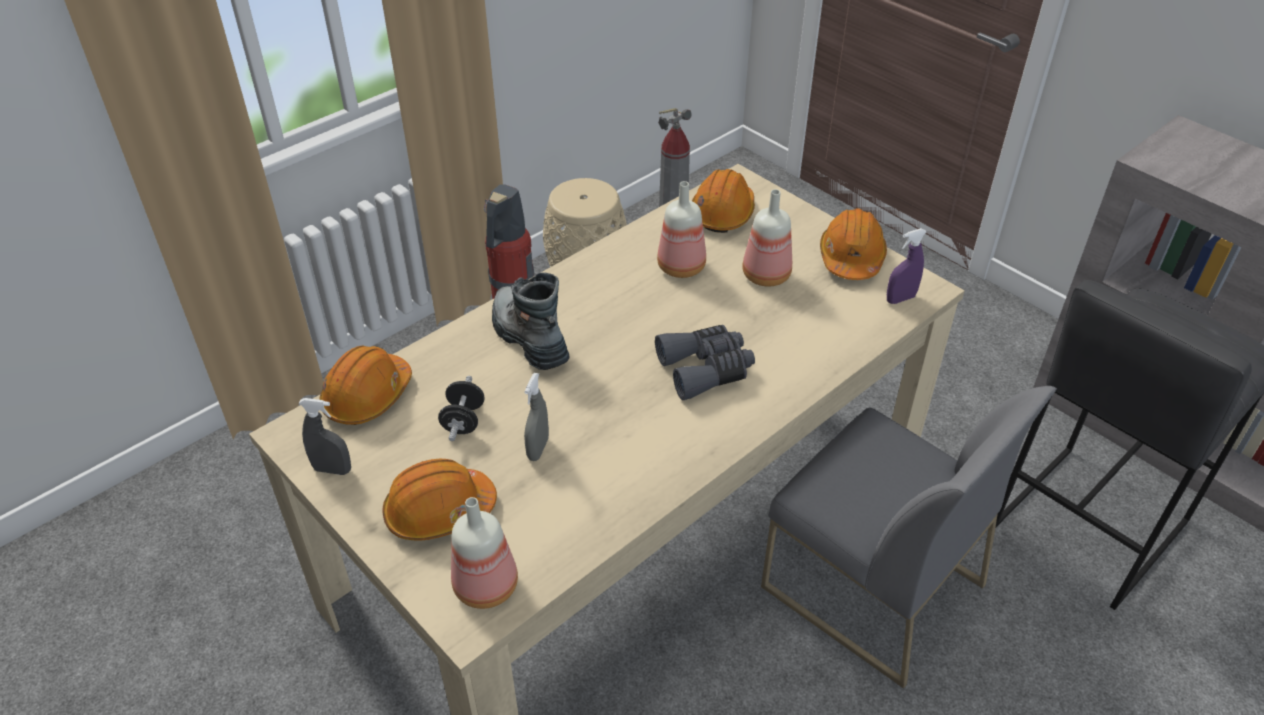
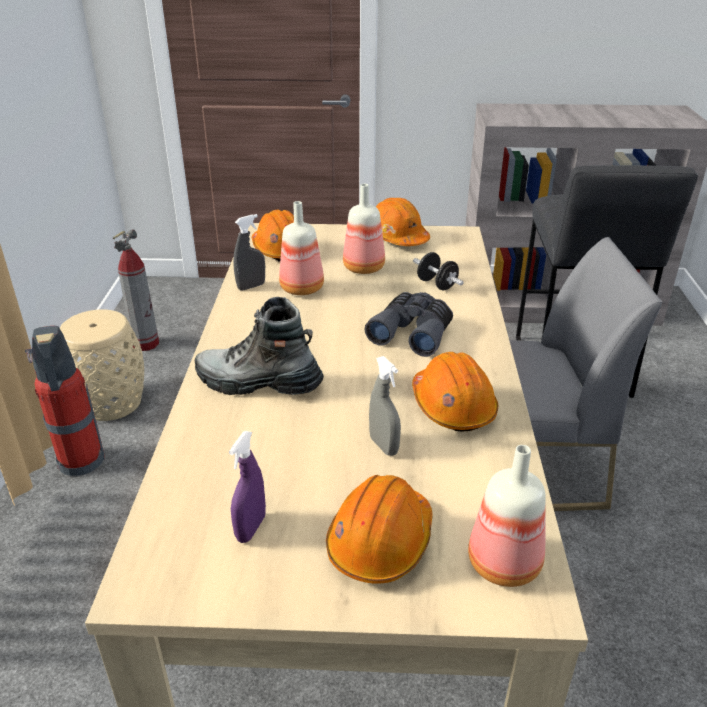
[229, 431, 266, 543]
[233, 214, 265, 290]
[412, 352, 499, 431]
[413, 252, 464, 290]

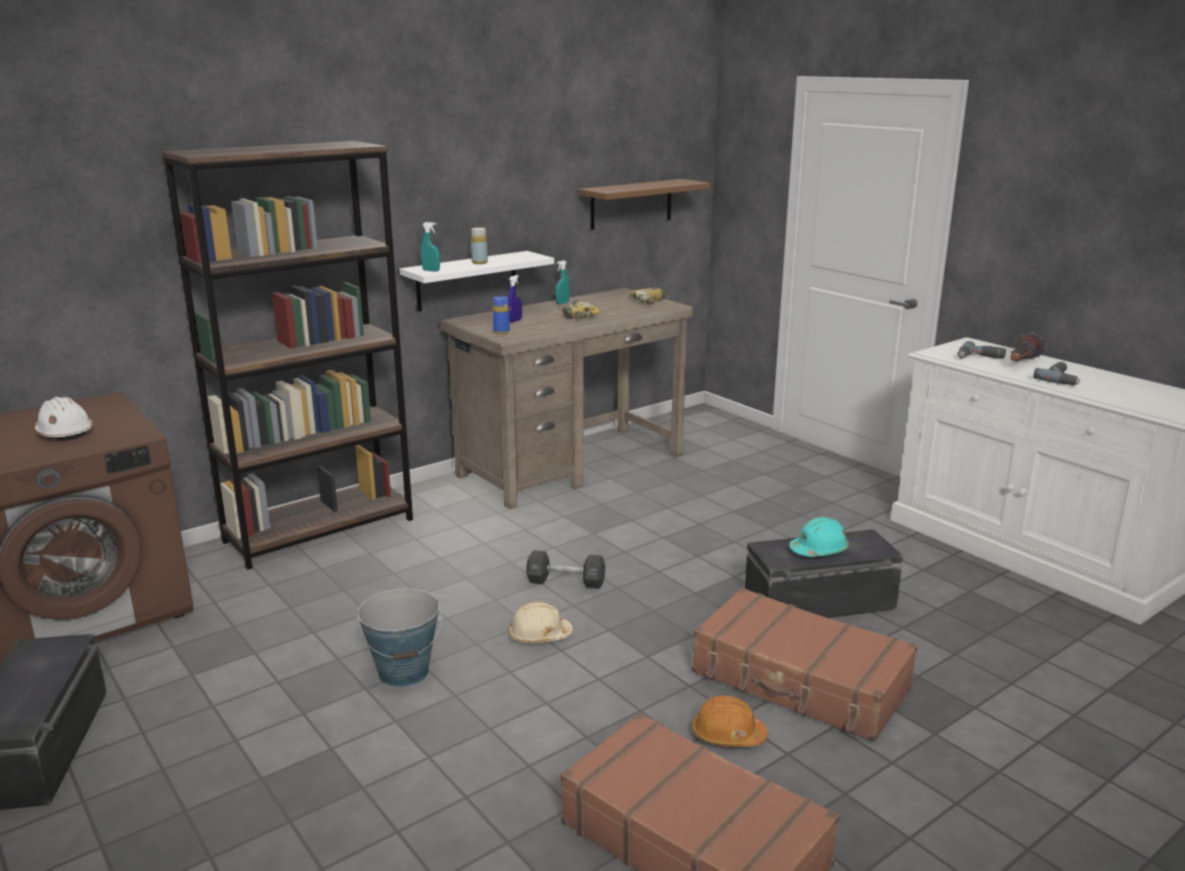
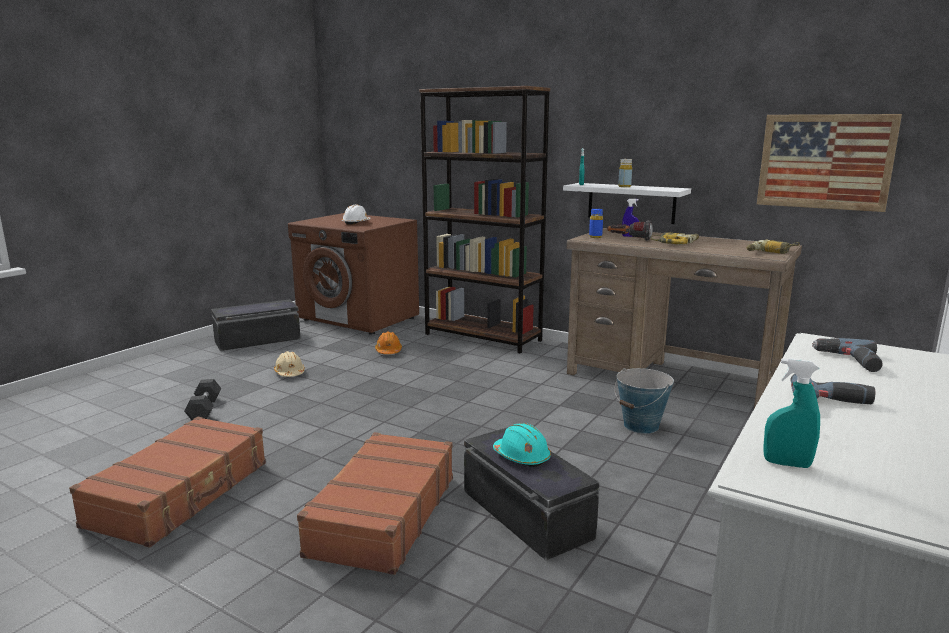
[184, 379, 221, 420]
[274, 351, 305, 377]
[375, 331, 402, 354]
[607, 220, 653, 241]
[615, 368, 674, 434]
[757, 114, 902, 212]
[763, 358, 820, 468]

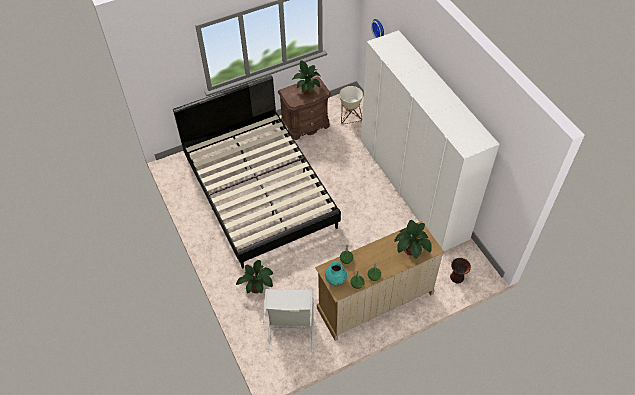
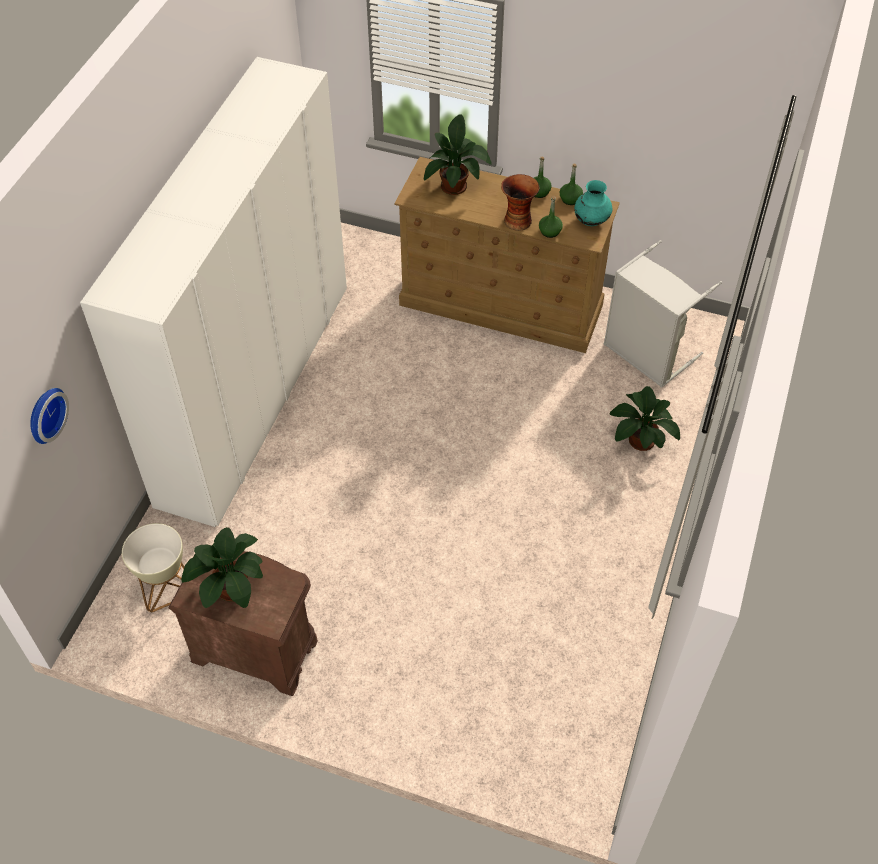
[501, 174, 540, 231]
[173, 75, 341, 268] (first image)

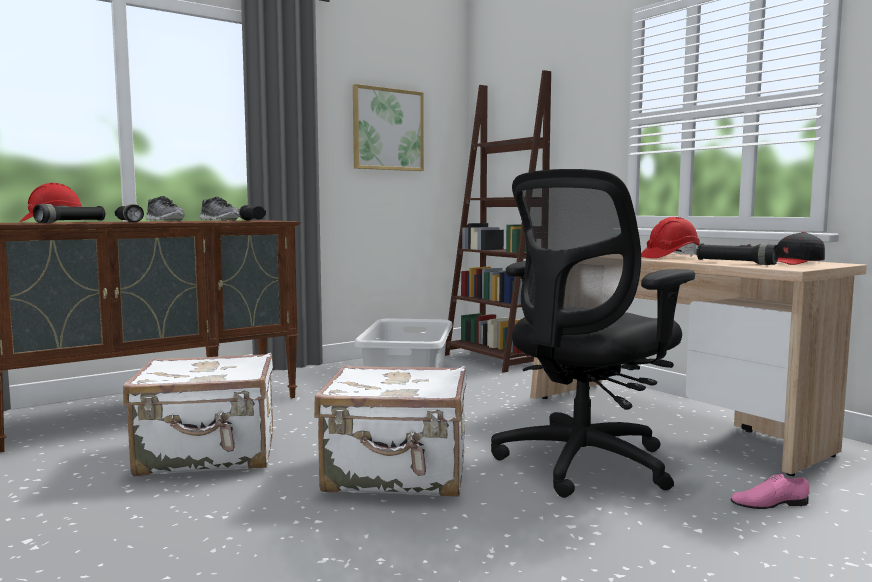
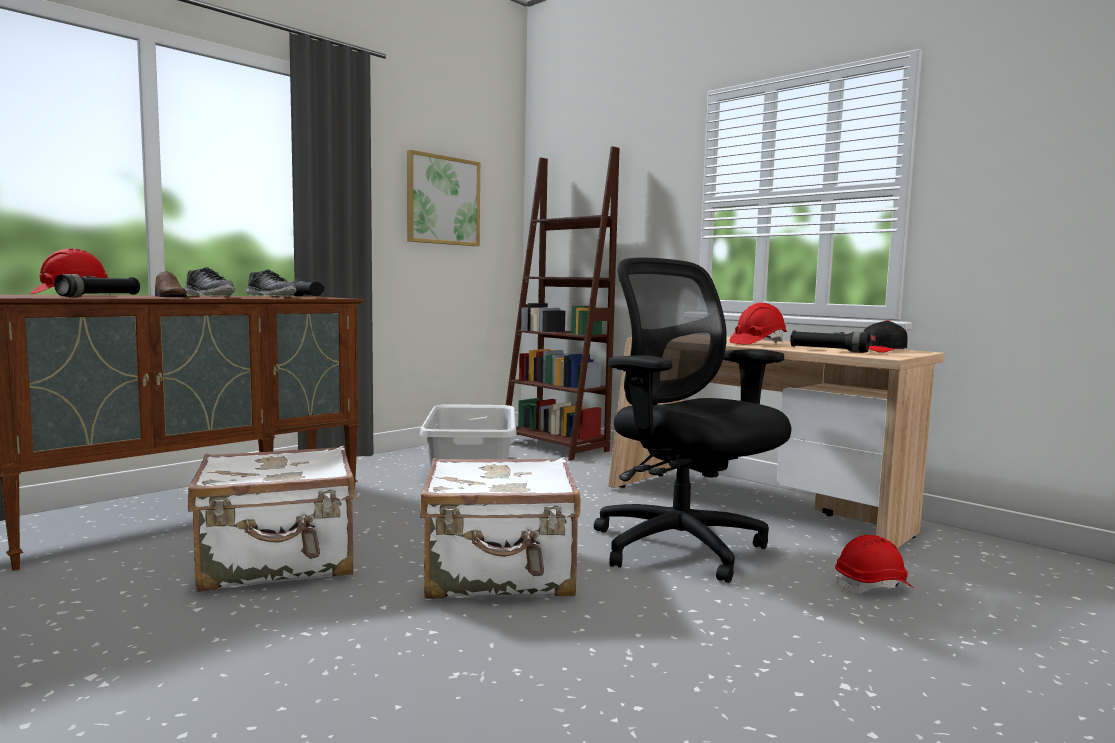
[155, 271, 187, 297]
[594, 258, 791, 583]
[835, 535, 914, 593]

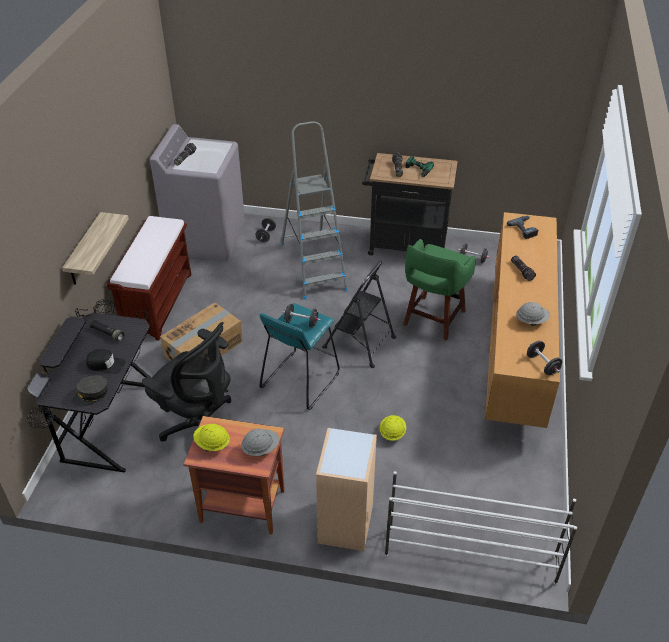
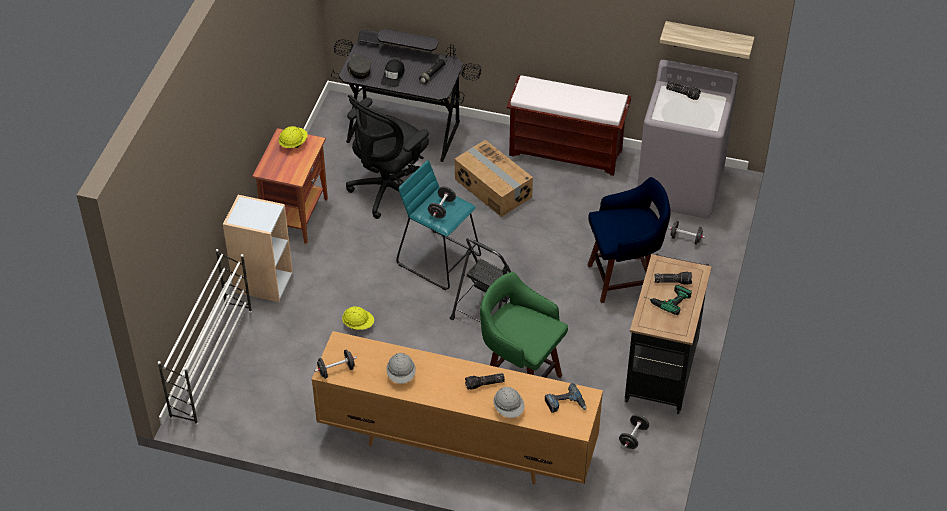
[493, 387, 524, 418]
[587, 177, 671, 303]
[660, 21, 755, 59]

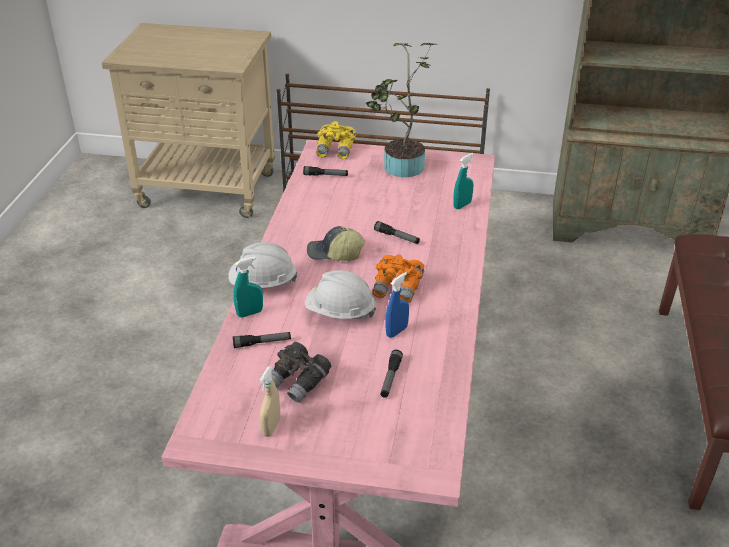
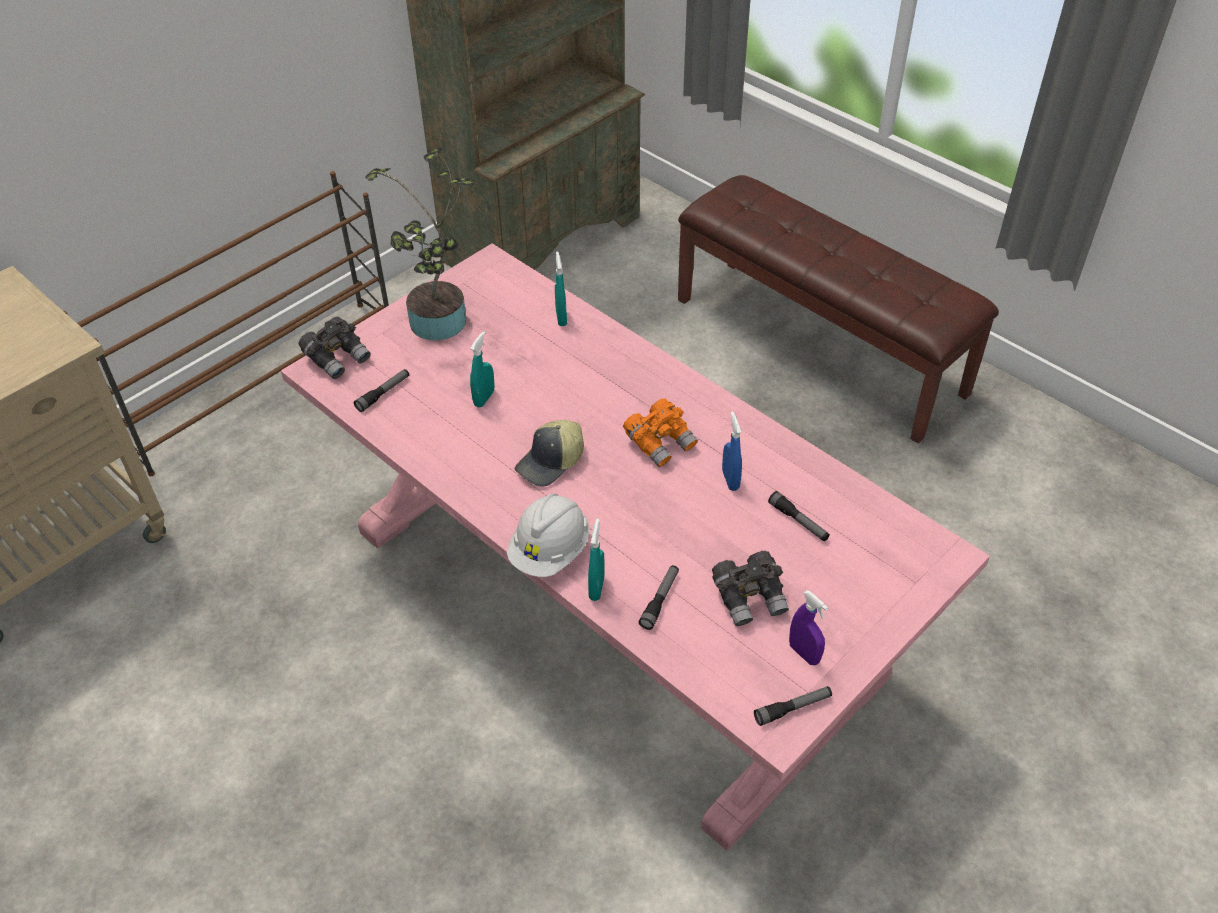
[298, 317, 371, 379]
[470, 331, 495, 408]
[754, 686, 832, 726]
[789, 590, 828, 665]
[305, 270, 376, 319] (first image)

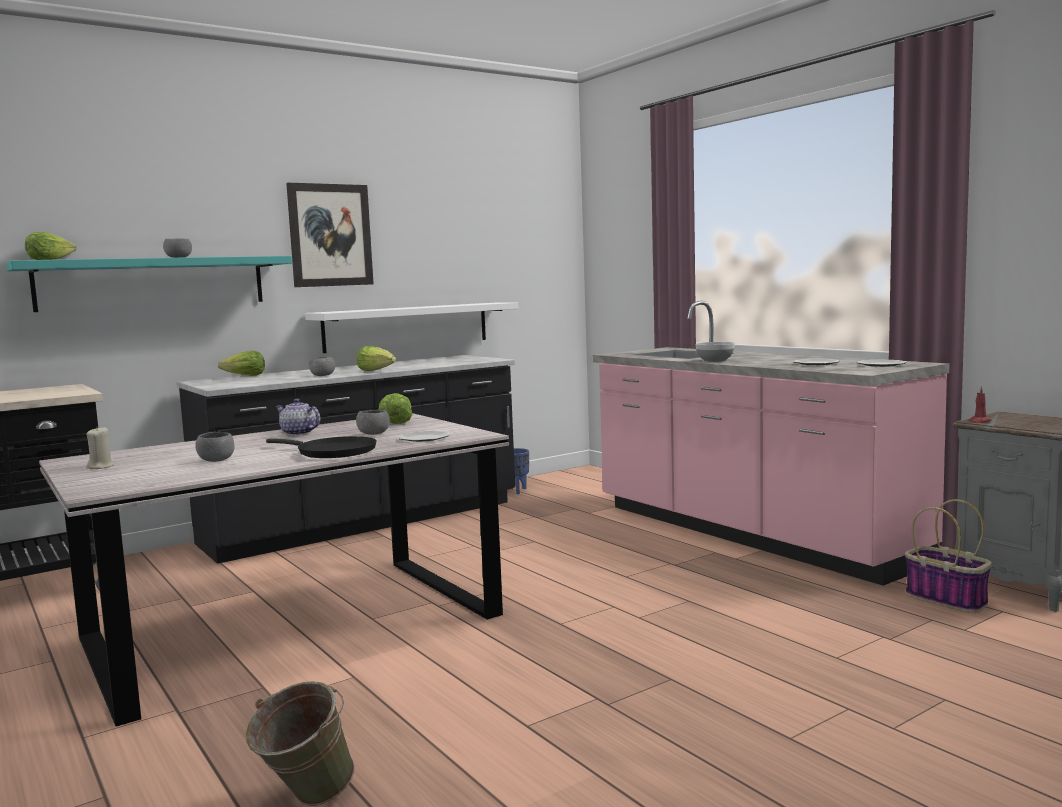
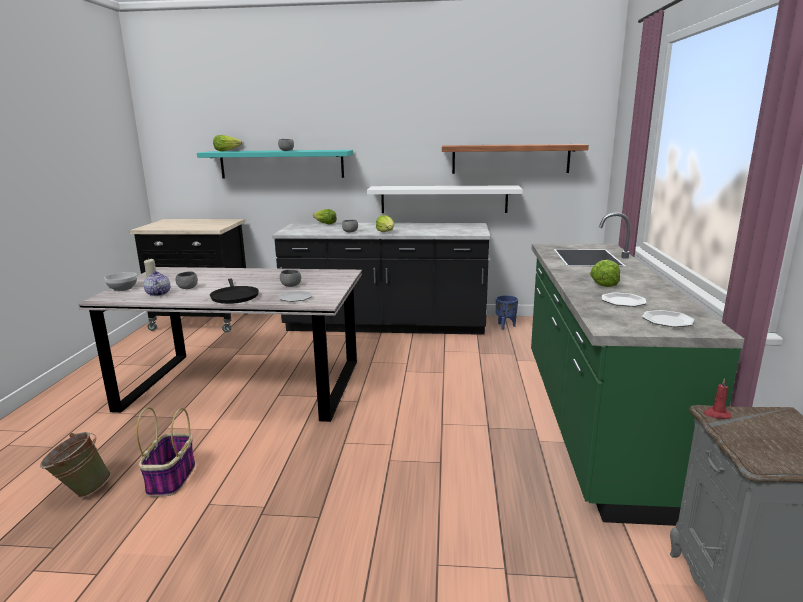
[105, 272, 137, 291]
[136, 407, 195, 497]
[144, 271, 170, 296]
[442, 144, 589, 174]
[531, 213, 744, 526]
[590, 260, 620, 287]
[286, 183, 374, 287] (first image)

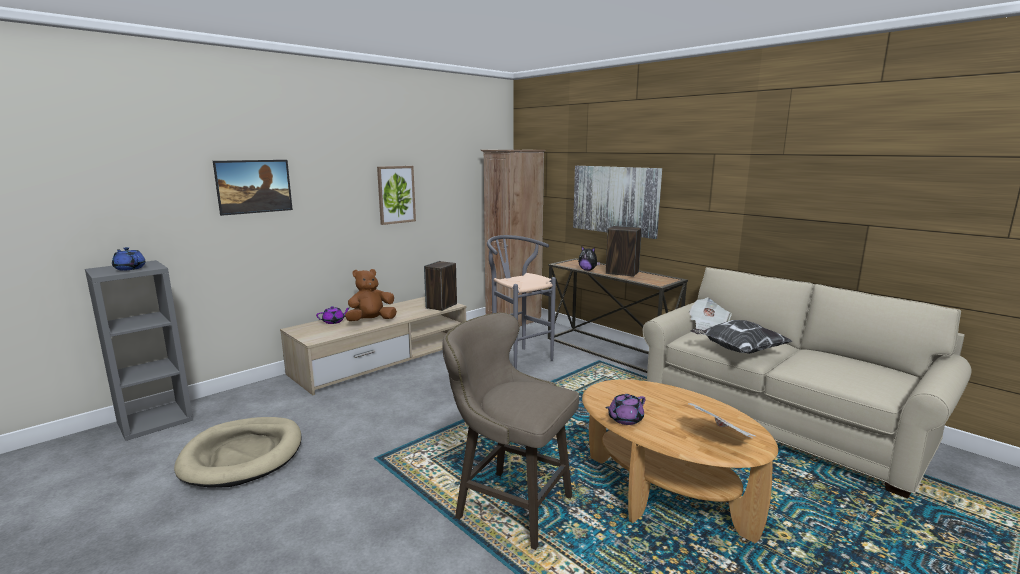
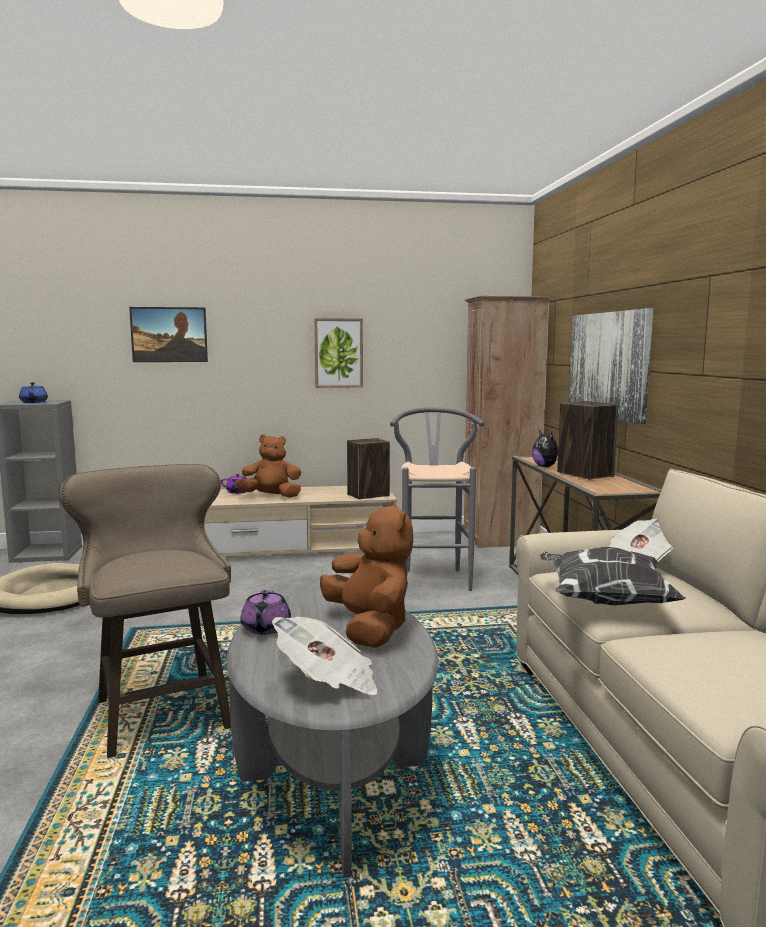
[227, 590, 439, 878]
[240, 590, 291, 635]
[320, 501, 413, 648]

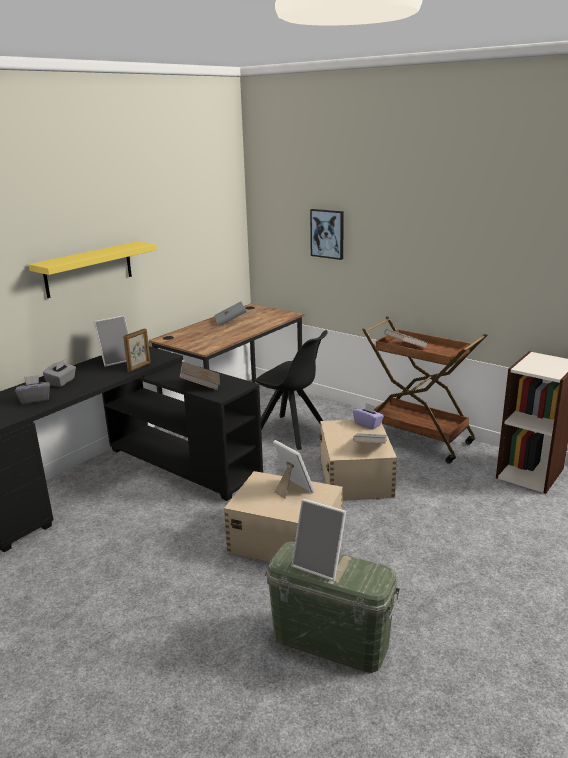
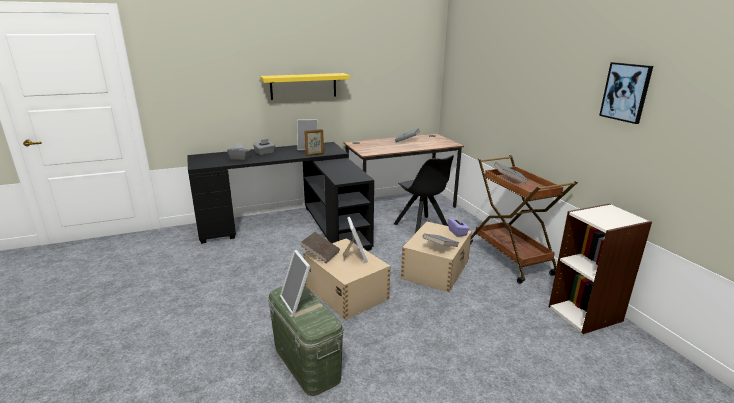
[300, 232, 340, 263]
[599, 62, 653, 124]

